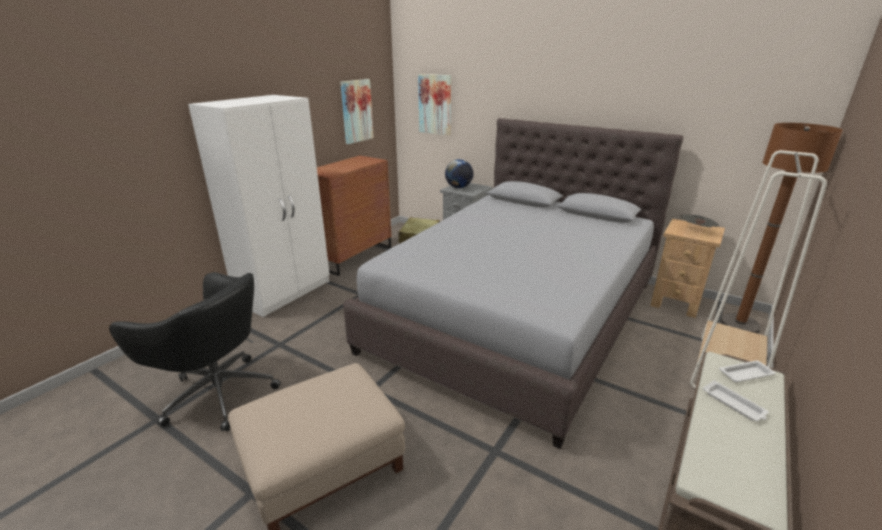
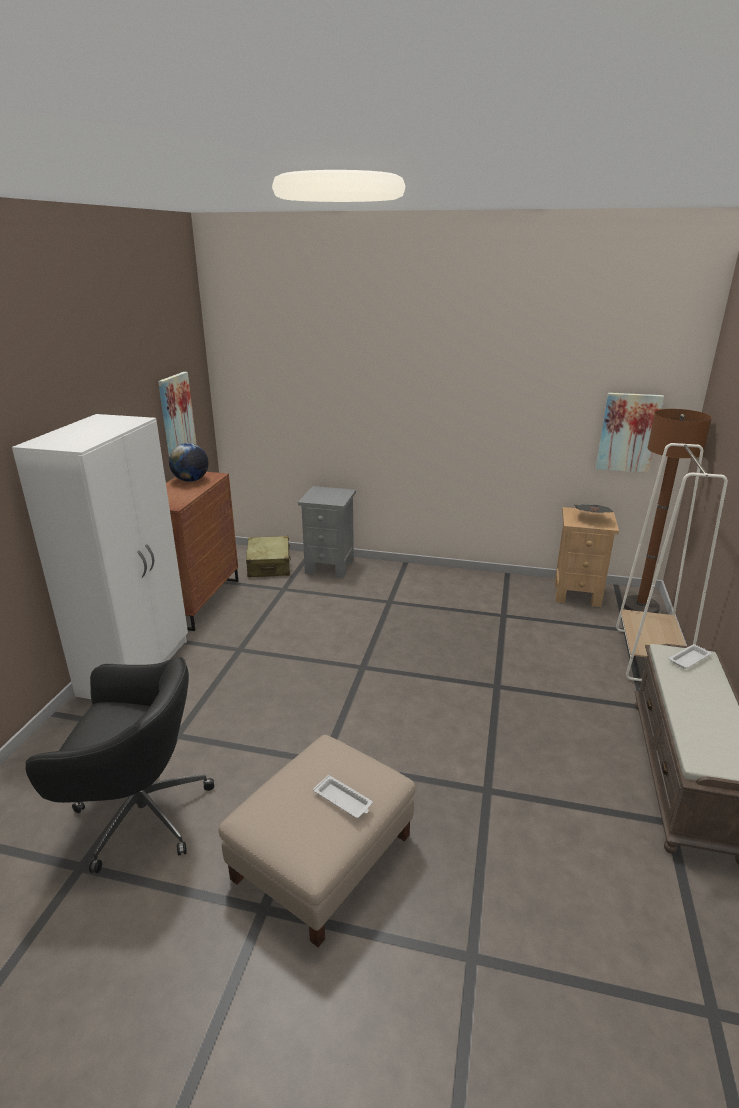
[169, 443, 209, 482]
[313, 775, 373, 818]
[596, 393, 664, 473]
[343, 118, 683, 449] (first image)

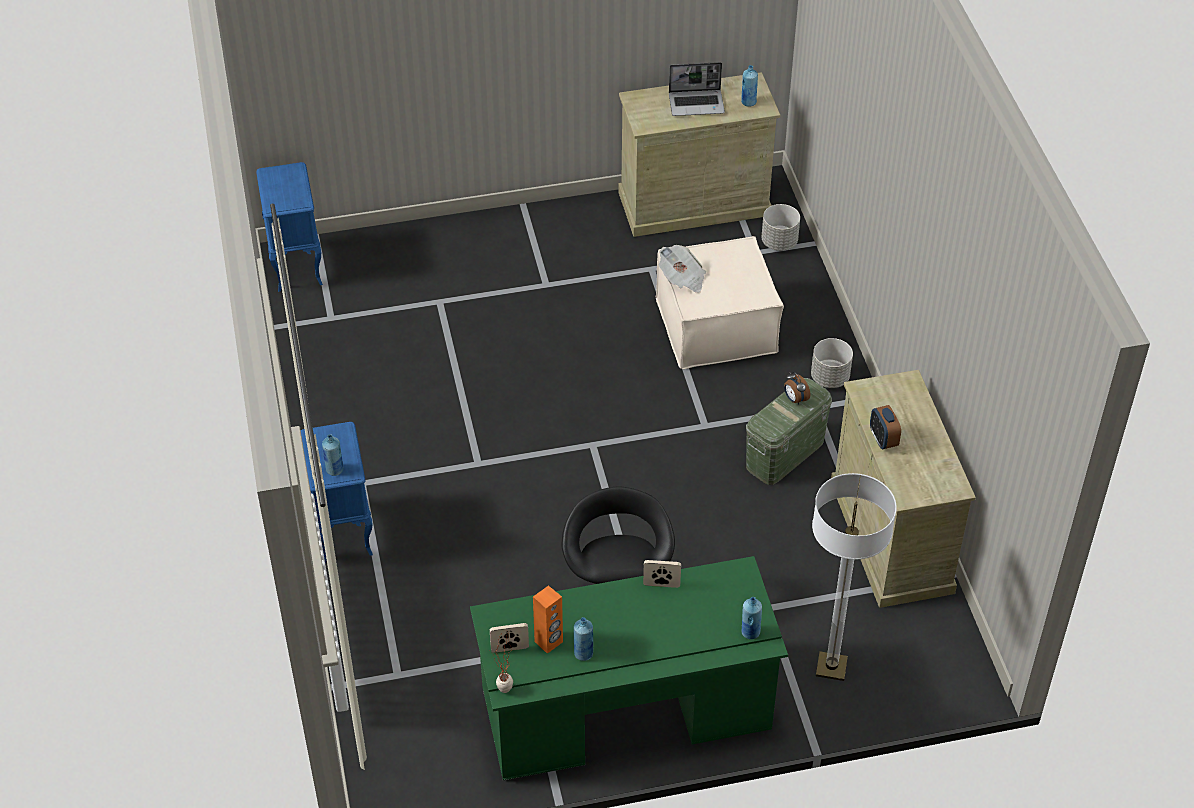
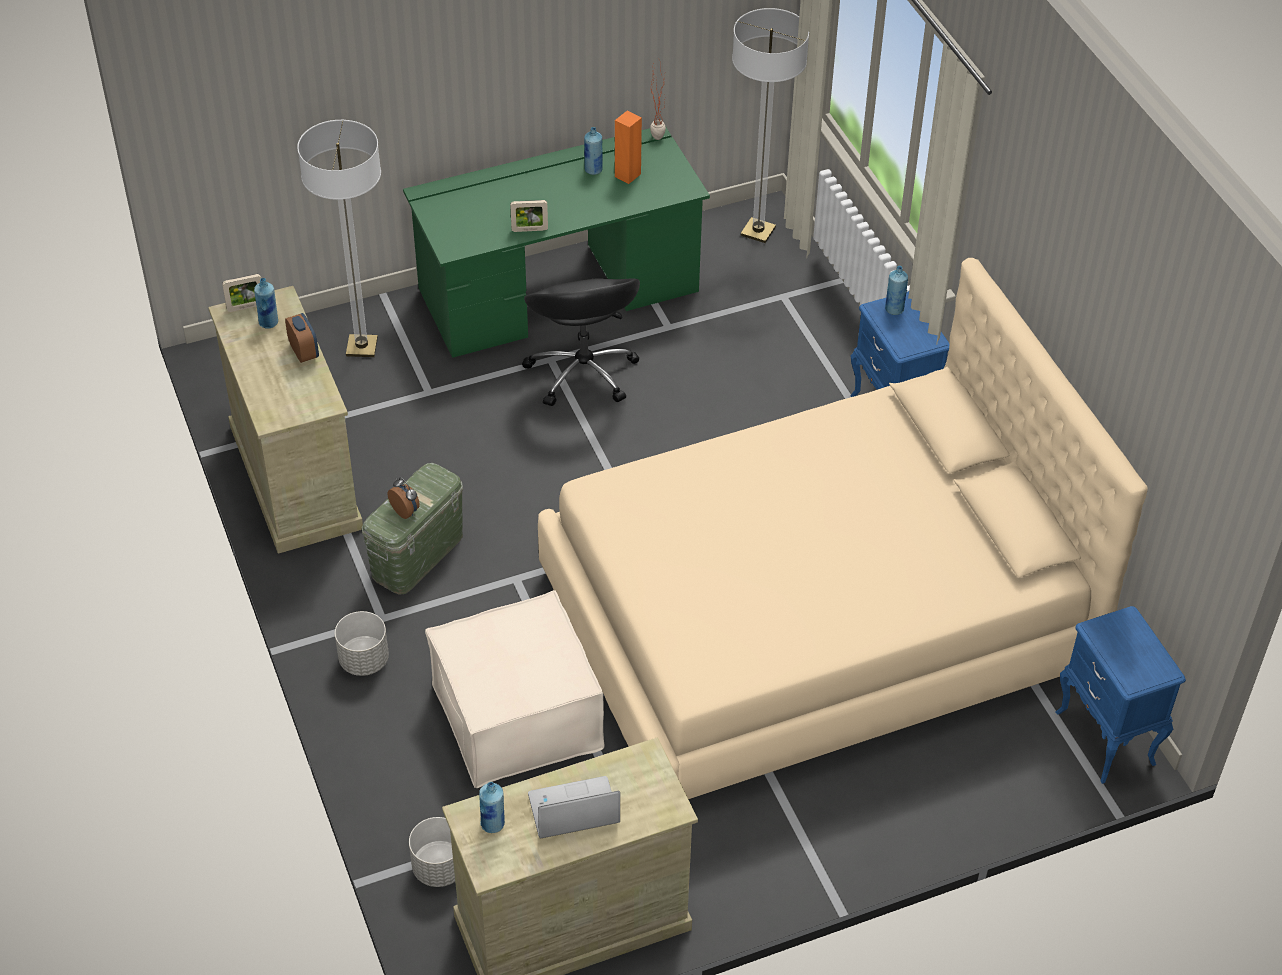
[222, 274, 261, 312]
[254, 278, 278, 329]
[538, 258, 1148, 799]
[732, 8, 809, 243]
[659, 245, 706, 293] (first image)

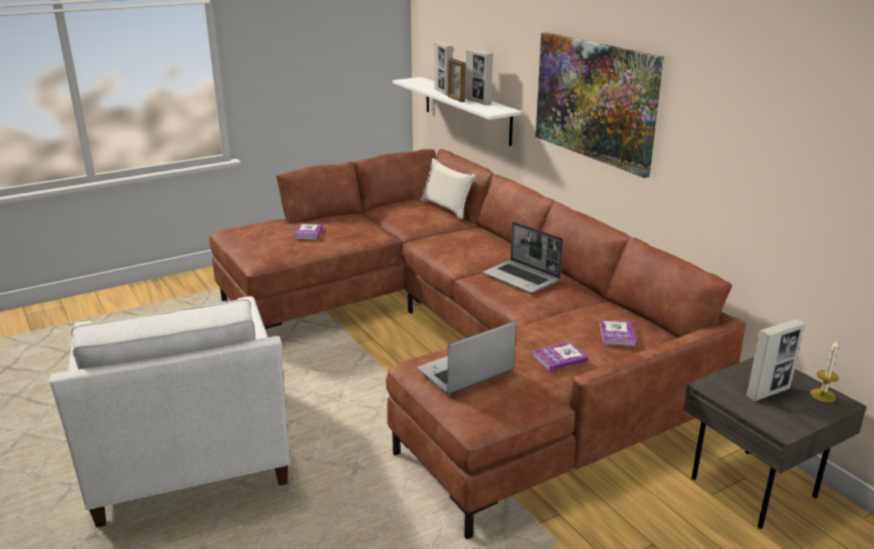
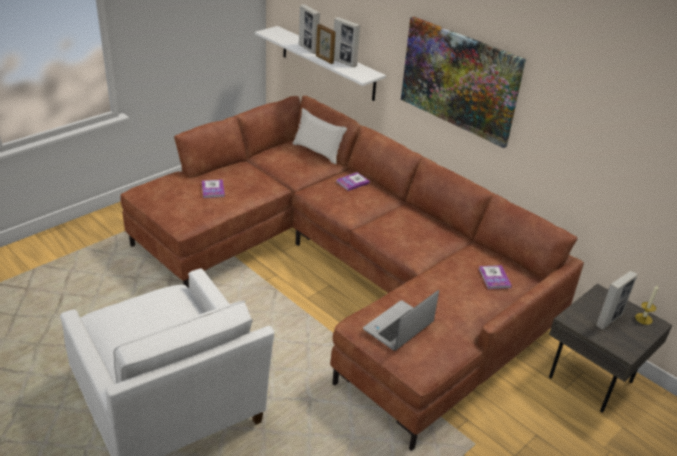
[336, 172, 370, 191]
[483, 222, 563, 293] (first image)

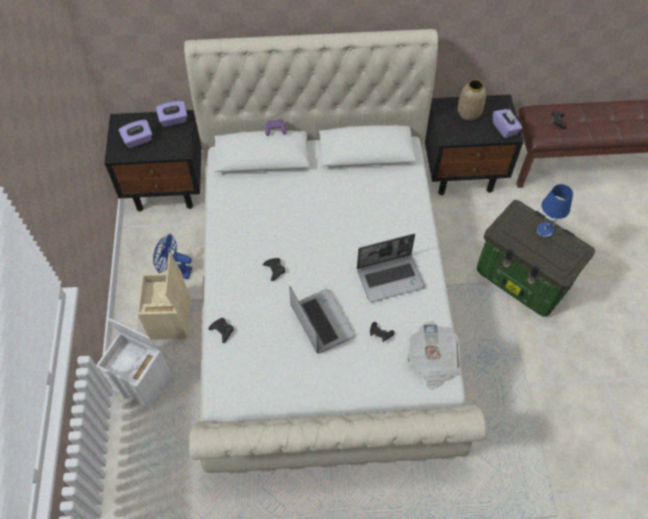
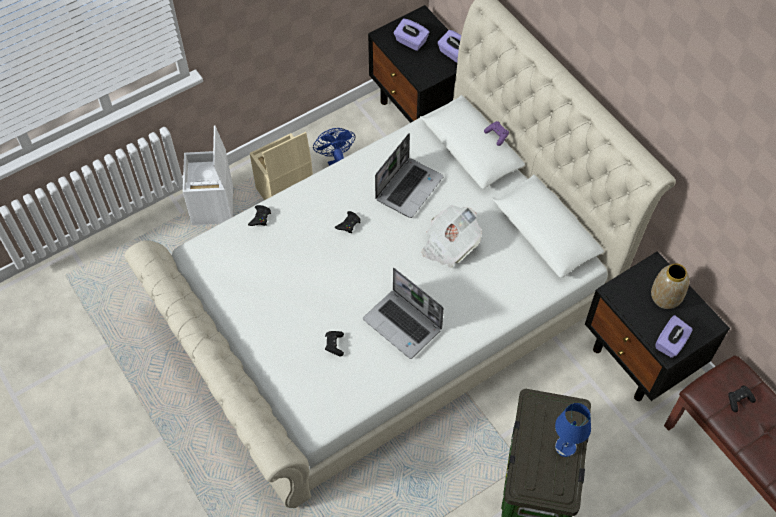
[375, 133, 443, 218]
[422, 205, 482, 268]

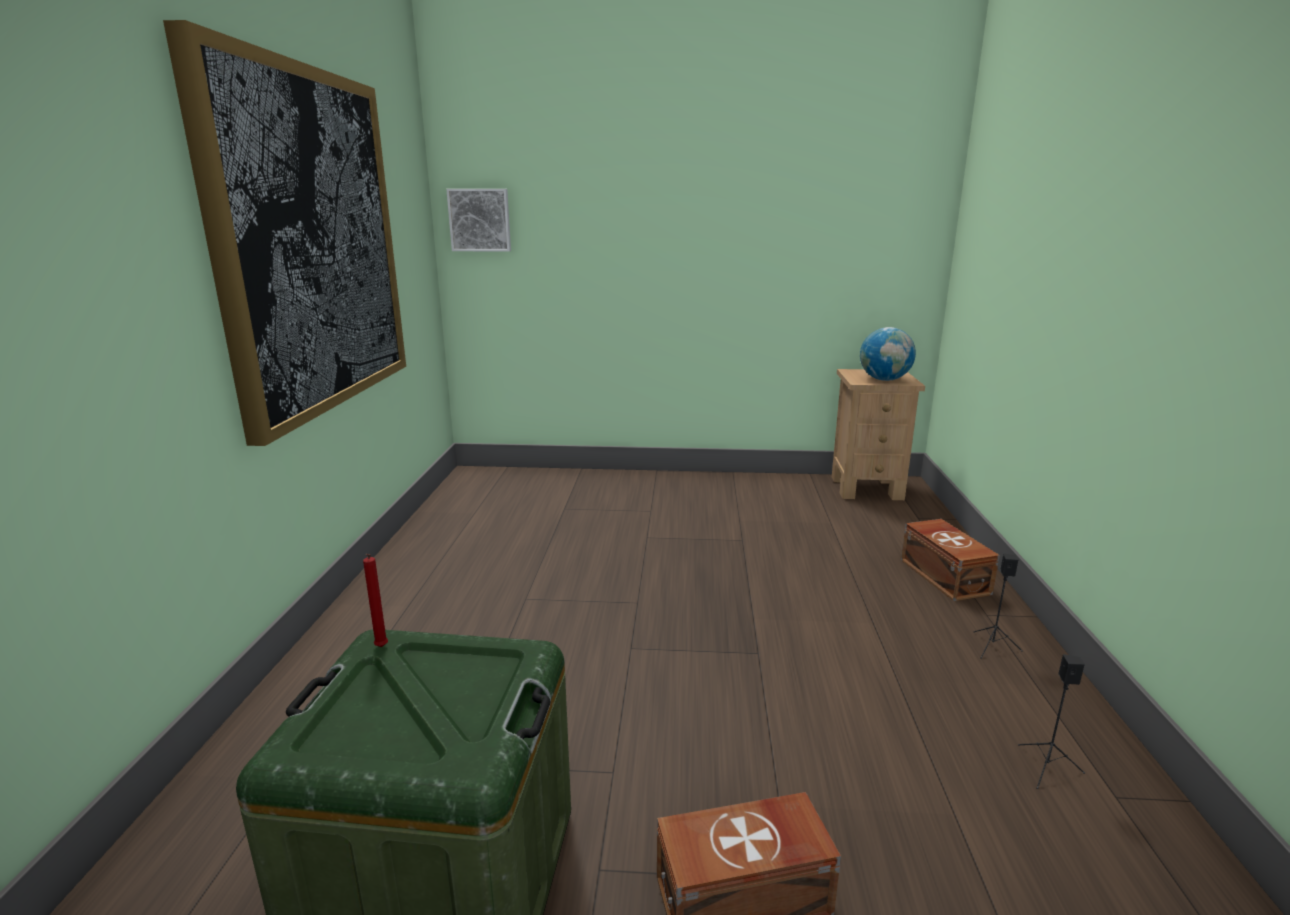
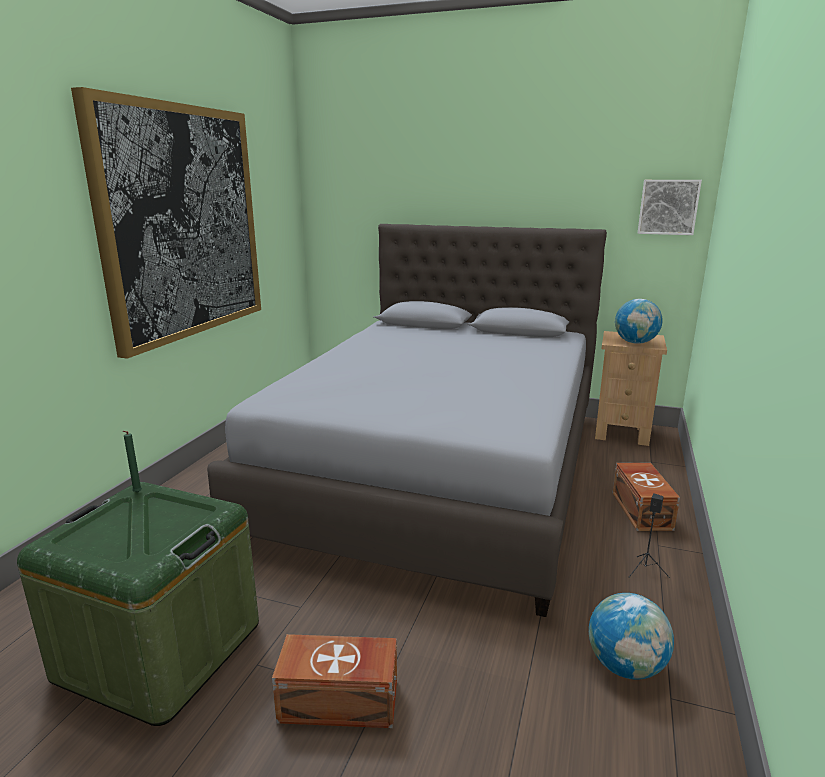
[123, 431, 142, 493]
[207, 224, 607, 617]
[589, 593, 674, 680]
[638, 180, 702, 235]

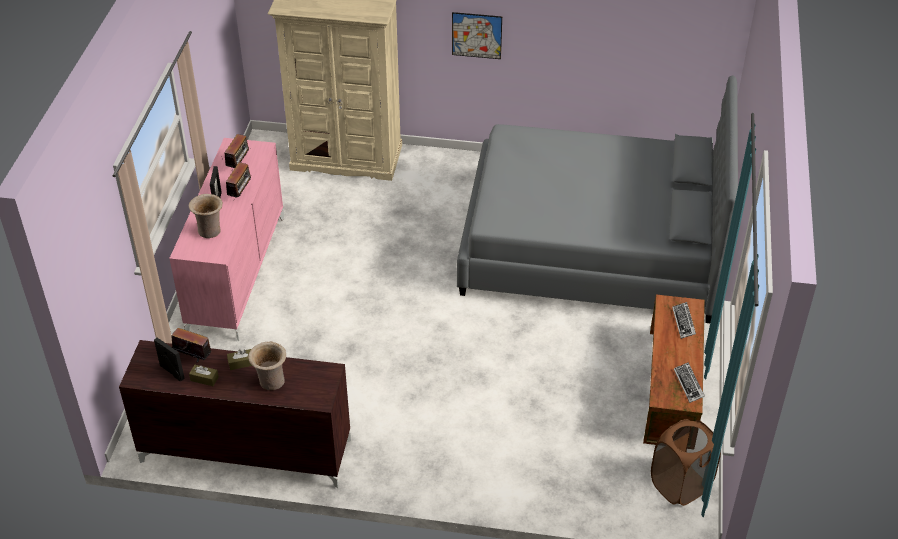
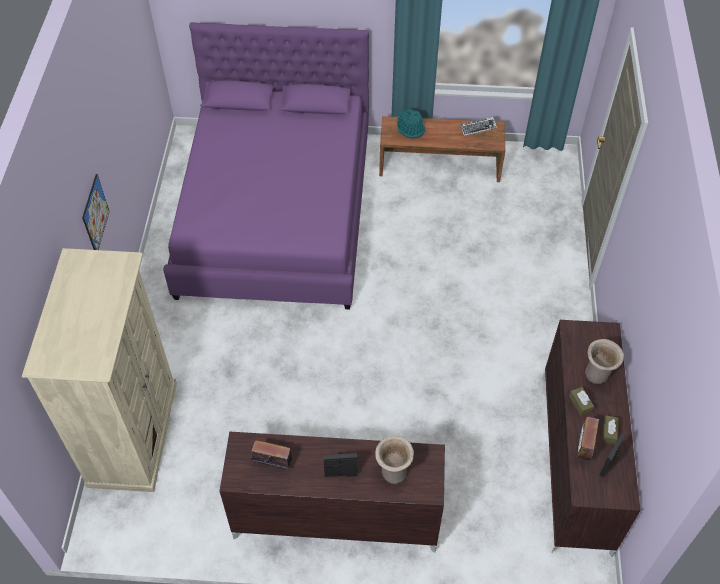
[163, 22, 369, 310]
[220, 431, 445, 553]
[397, 109, 425, 139]
[226, 162, 253, 197] (first image)
[651, 419, 721, 506] (first image)

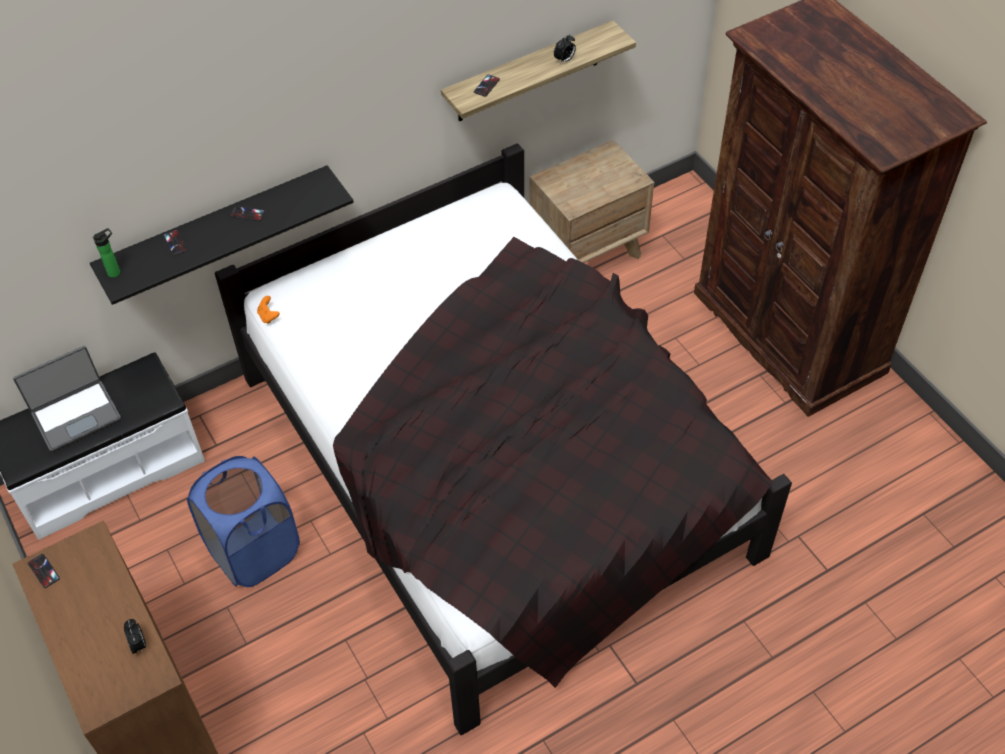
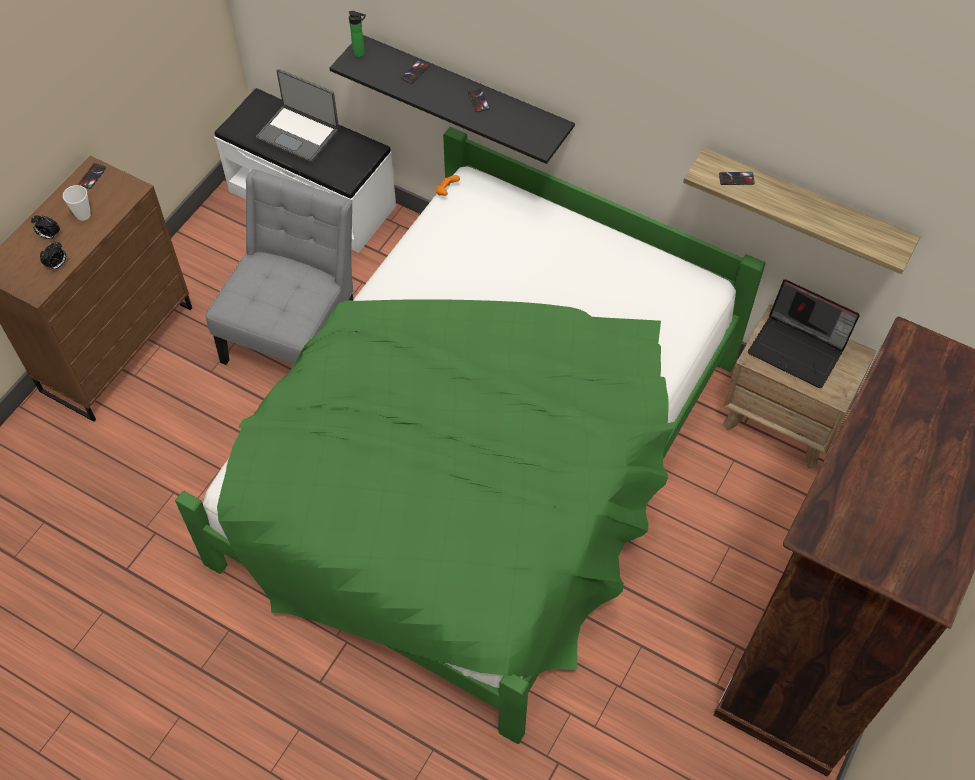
[31, 215, 60, 239]
[63, 185, 90, 221]
[175, 127, 766, 744]
[206, 169, 354, 365]
[748, 279, 860, 388]

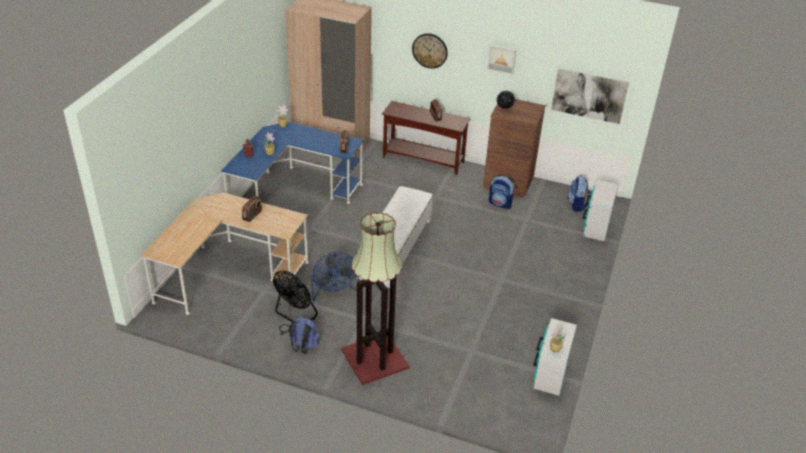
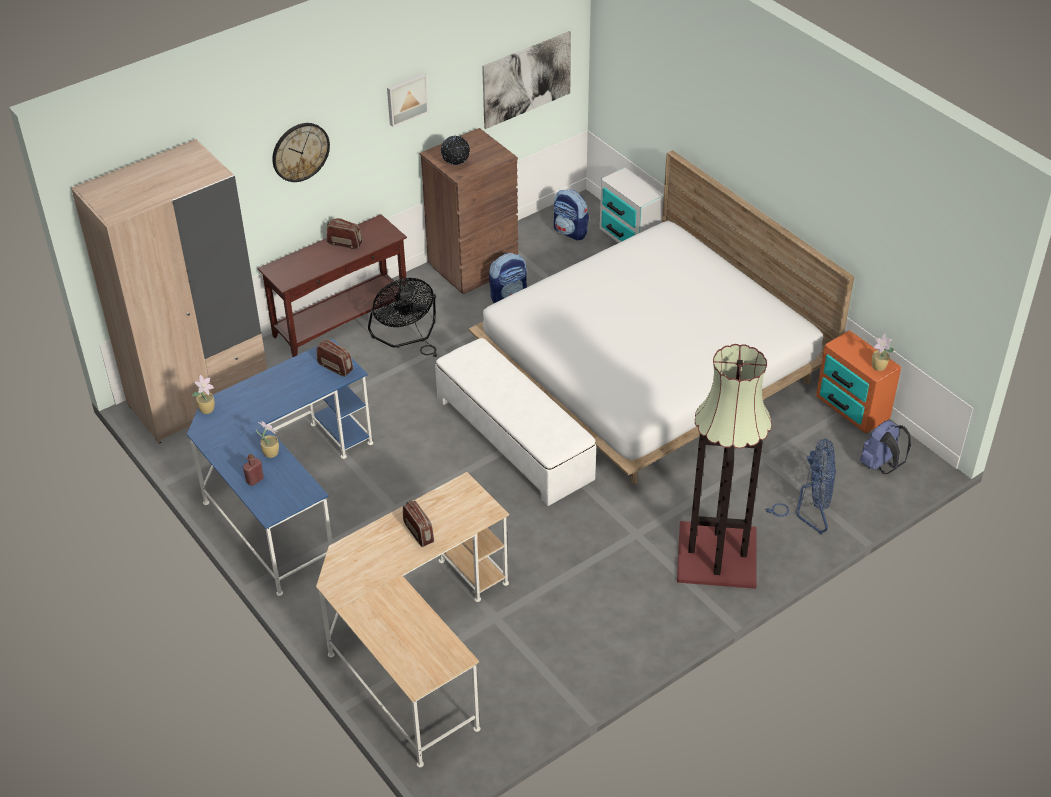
[368, 278, 437, 357]
[468, 150, 854, 484]
[765, 438, 836, 535]
[816, 330, 901, 433]
[860, 420, 911, 474]

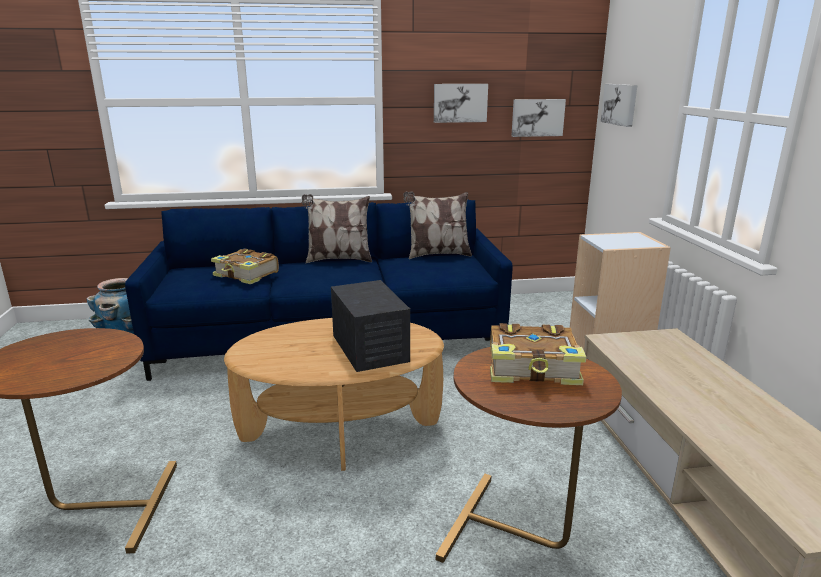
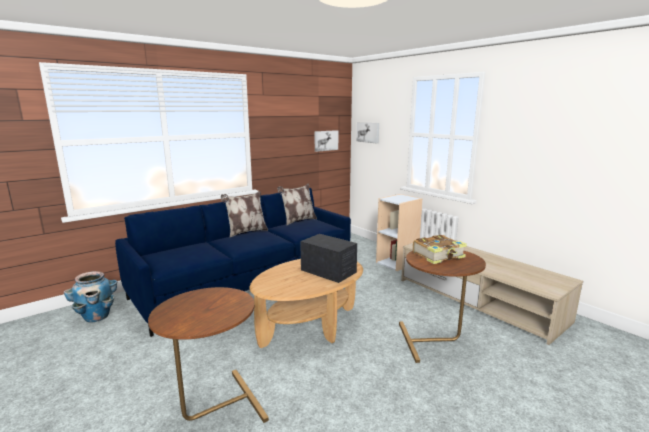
[211, 248, 279, 284] (first image)
[434, 84, 488, 123] (first image)

